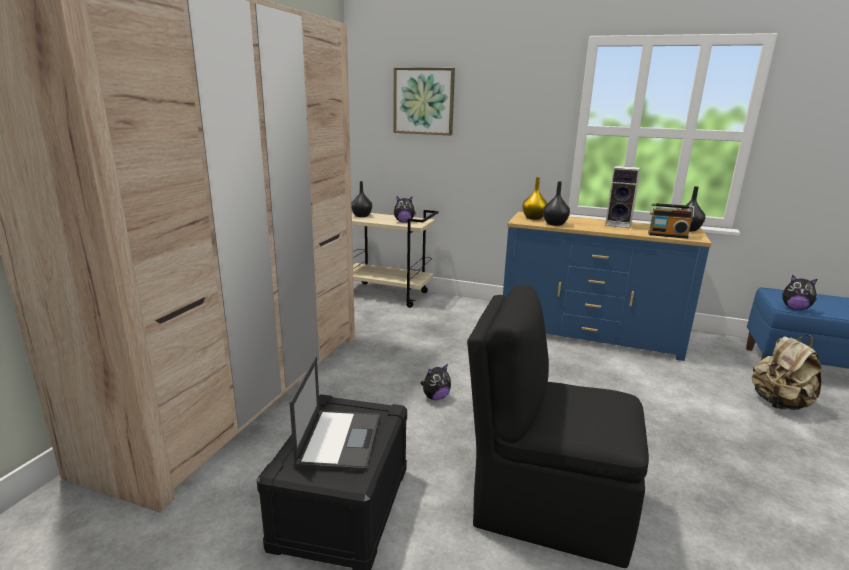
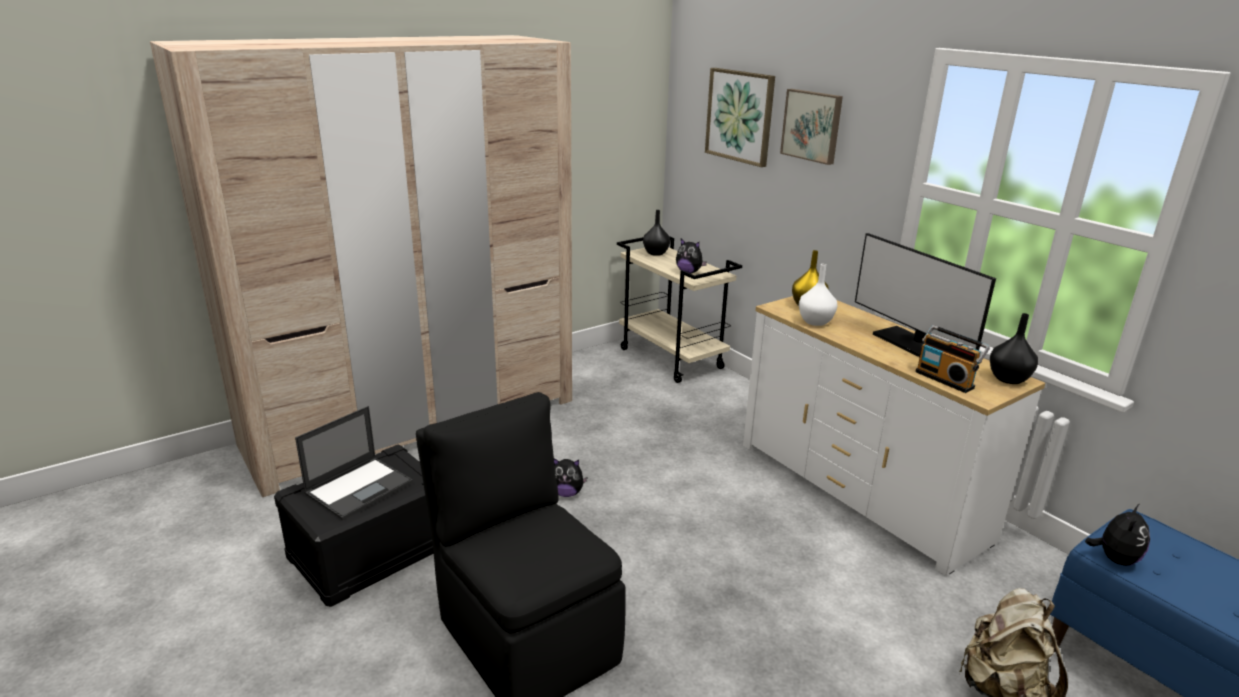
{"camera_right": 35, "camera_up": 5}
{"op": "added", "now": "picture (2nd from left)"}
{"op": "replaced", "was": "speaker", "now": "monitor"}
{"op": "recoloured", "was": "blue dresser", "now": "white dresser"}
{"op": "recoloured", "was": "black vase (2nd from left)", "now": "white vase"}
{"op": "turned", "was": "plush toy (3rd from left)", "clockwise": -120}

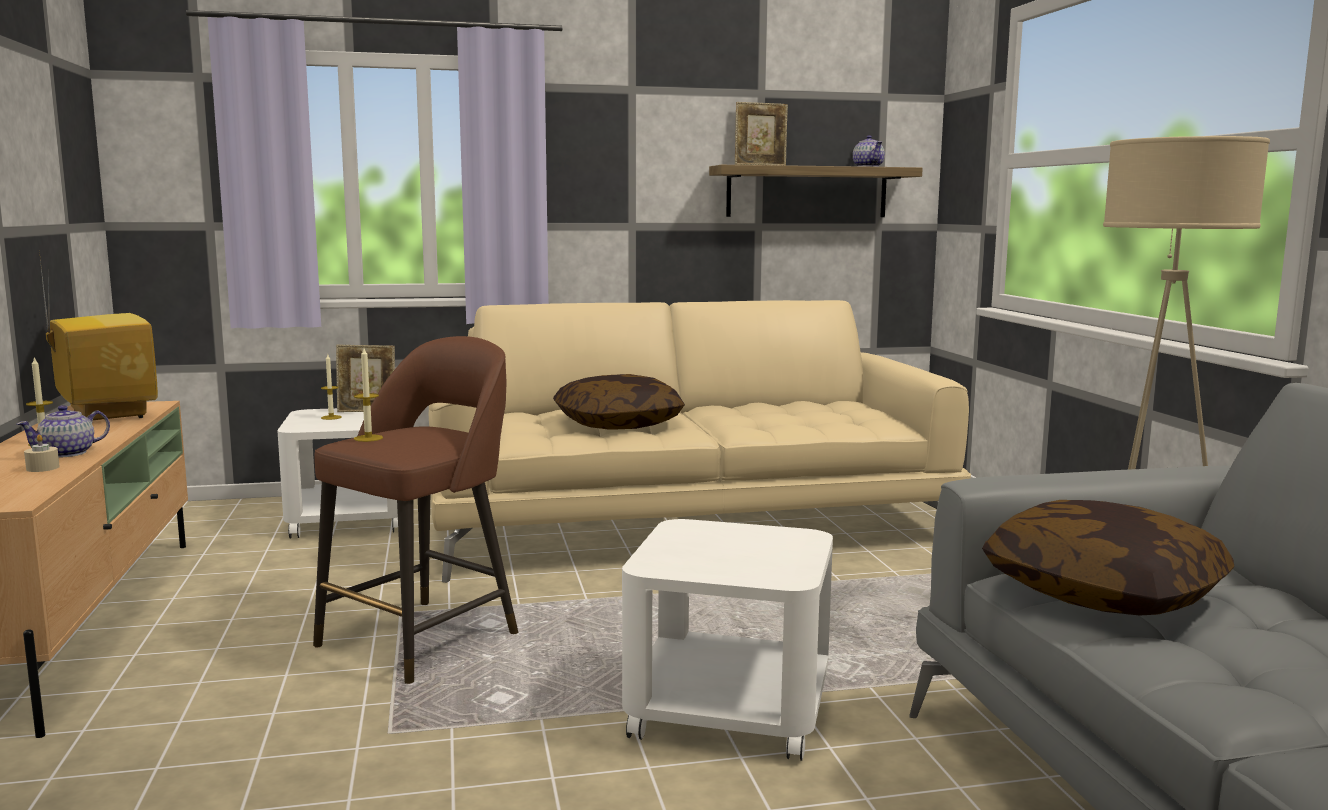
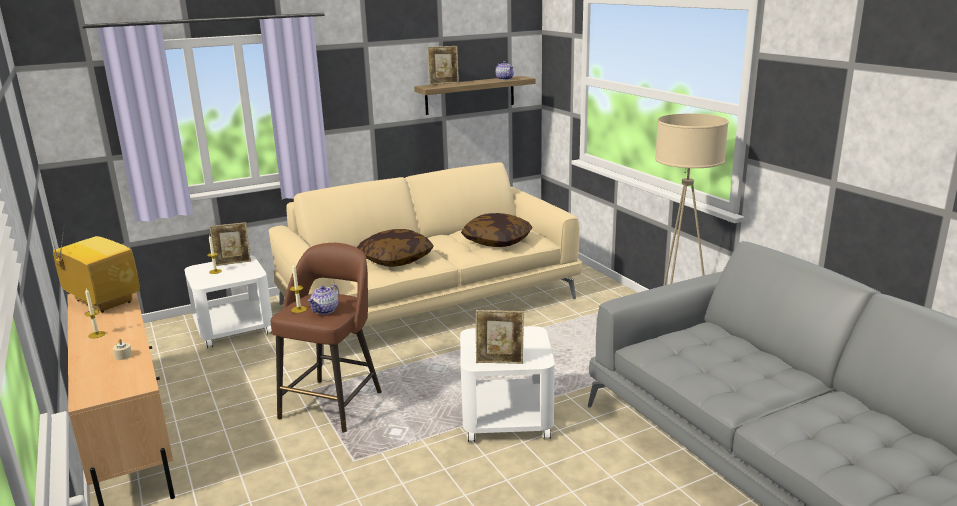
{"camera_right": -15, "camera_up": 10}
{"op": "added", "now": "picture frame (3rd from left)"}
{"op": "moved", "was": "teapot (1st from left)"}
{"op": "moved", "was": "pillow (2nd from left)"}

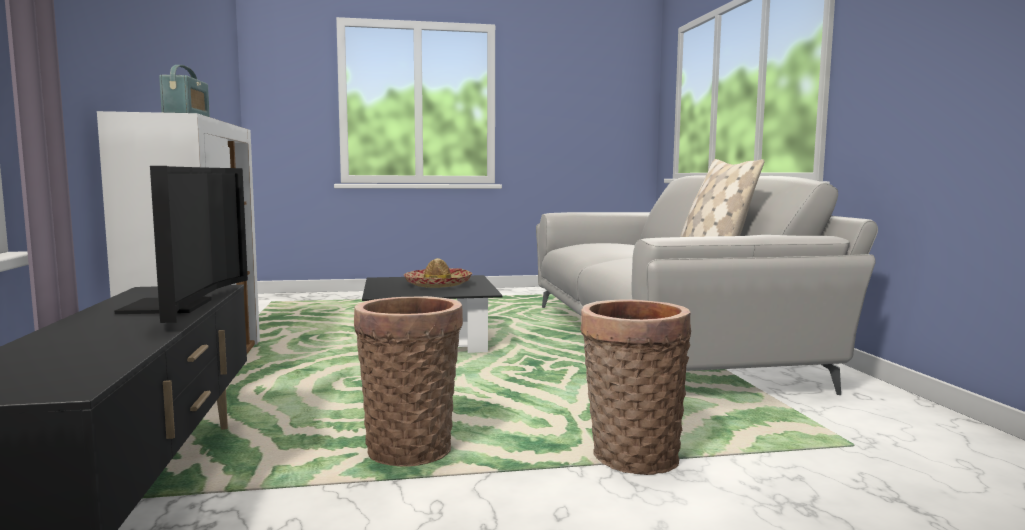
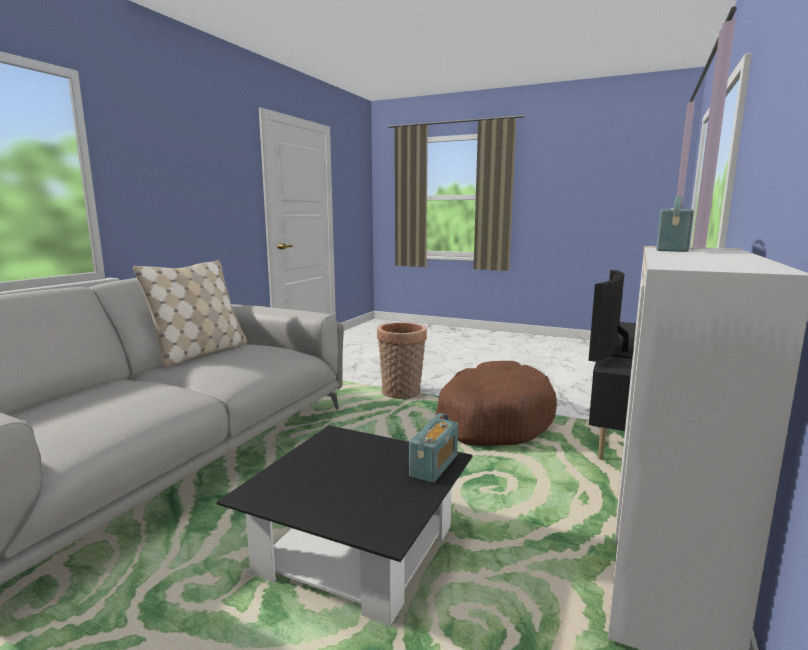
{"camera_right": -145, "camera_up": 5}
{"op": "removed", "was": "hat"}
{"op": "added", "now": "radio (1st from left)"}
{"op": "replaced", "was": "basket (1st from left)", "now": "brown dog bed"}

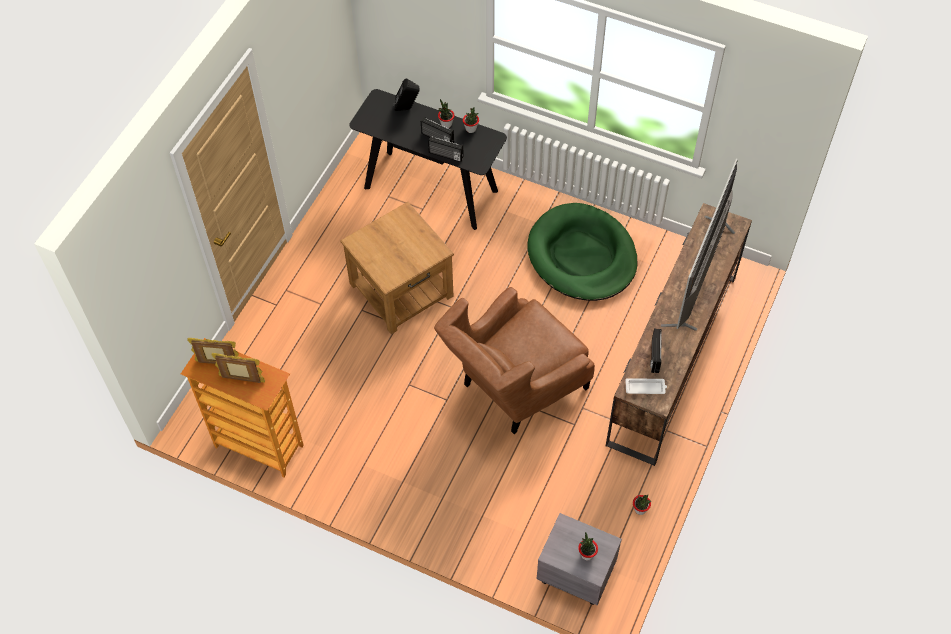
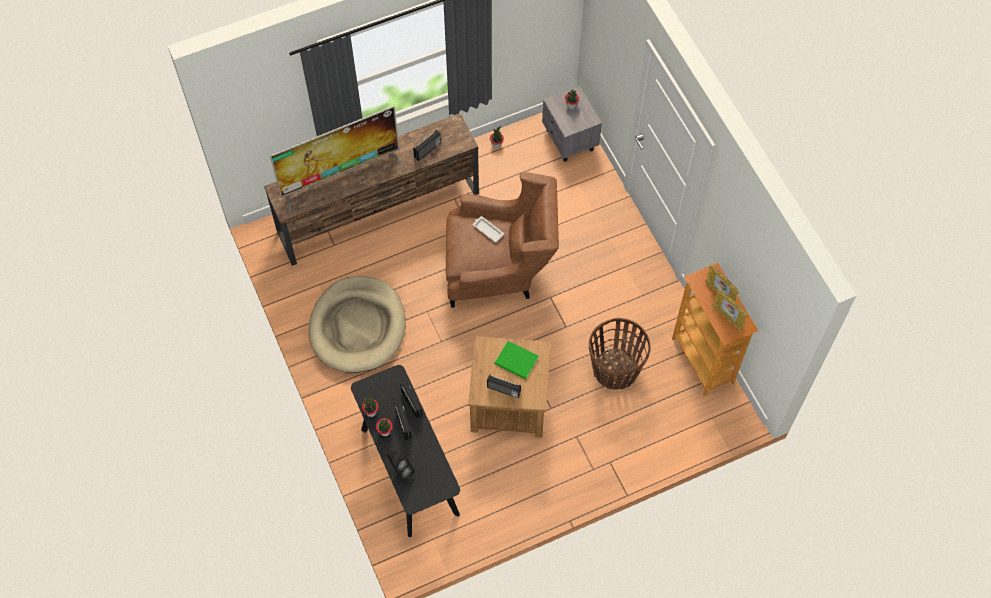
{"camera_right": -140, "camera_up": 5}
{"op": "added", "now": "radio (4th from left)"}
{"op": "added", "now": "green book"}
{"op": "added", "now": "basket"}
{"op": "moved", "was": "white tray"}
{"op": "recoloured", "was": "green dog bed", "now": "beige dog bed"}

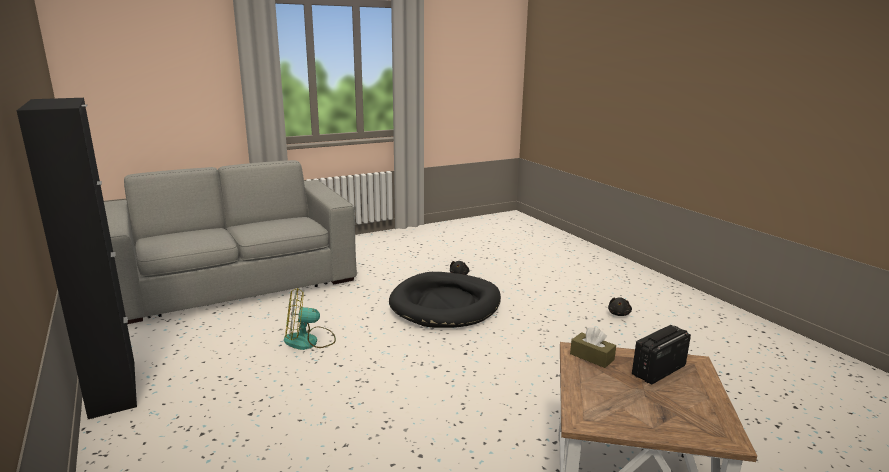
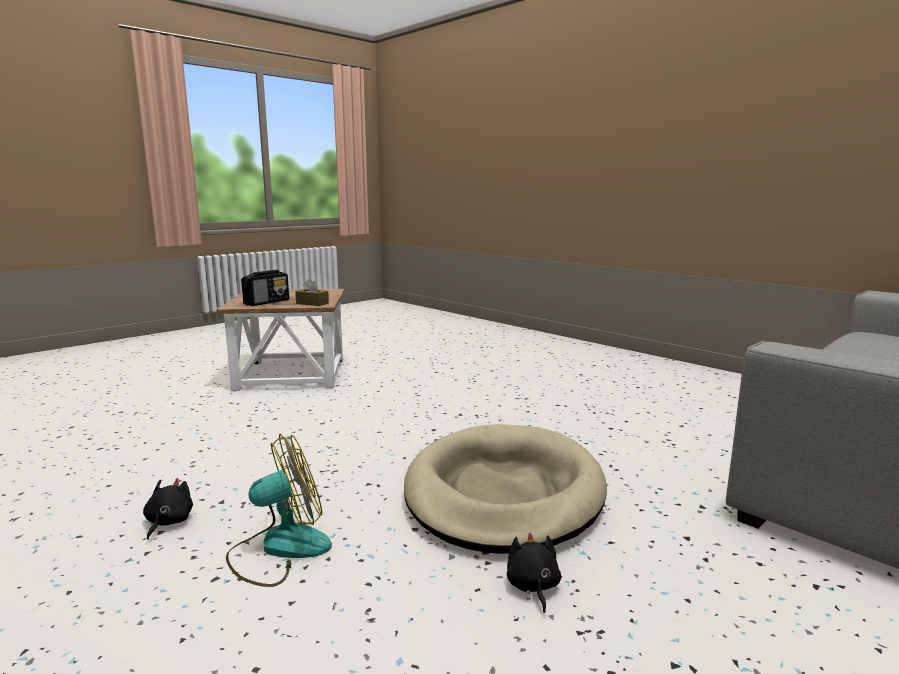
{"camera_right": 165, "camera_up": -5}
{"op": "removed", "was": "black cabinet"}
{"op": "moved", "was": "fan"}
{"op": "recoloured", "was": "black dog bed", "now": "beige dog bed"}

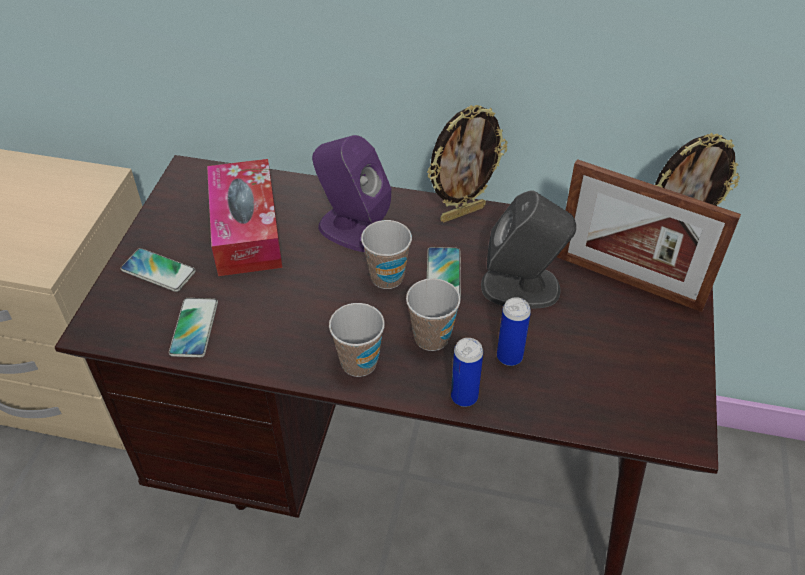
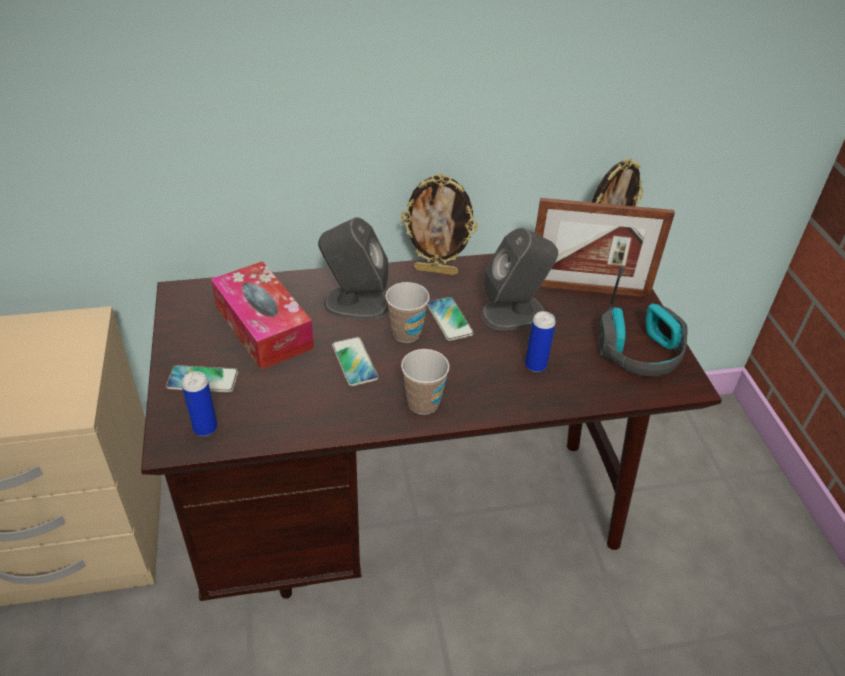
{"camera_right": -25, "camera_up": -5}
{"op": "removed", "was": "cup (3rd from left)"}
{"op": "added", "now": "headphones"}
{"op": "moved", "was": "phone (2nd from left)"}
{"op": "moved", "was": "can (1st from left)"}
{"op": "recoloured", "was": "purple speaker", "now": "grey speaker (1st from left)"}
{"op": "turned", "was": "picture frame (1st from left)", "clockwise": 60}

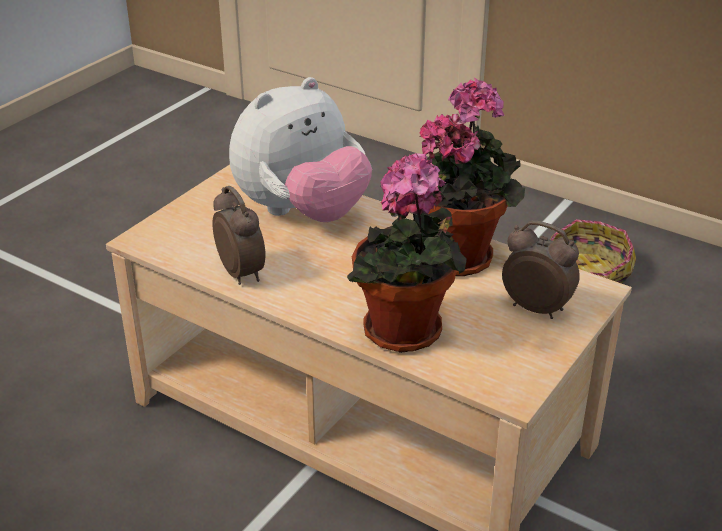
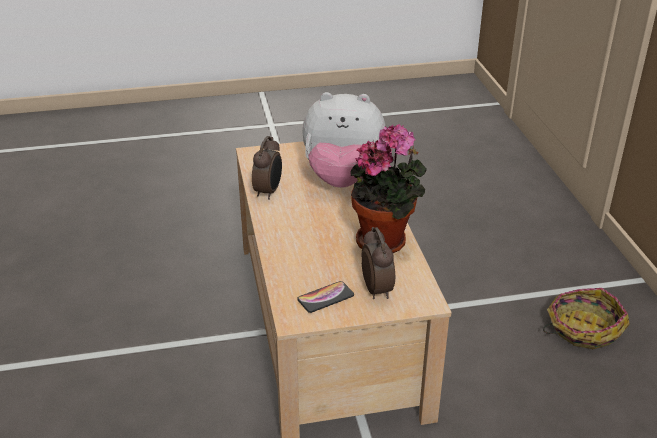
{"camera_right": 45, "camera_up": 0}
{"op": "removed", "was": "potted plant (1st from left)"}
{"op": "added", "now": "phone"}

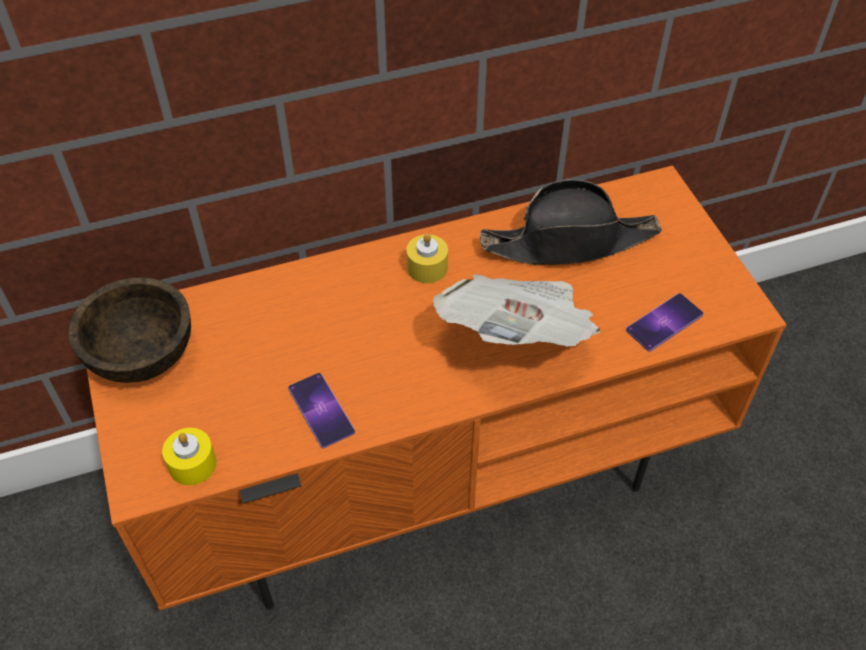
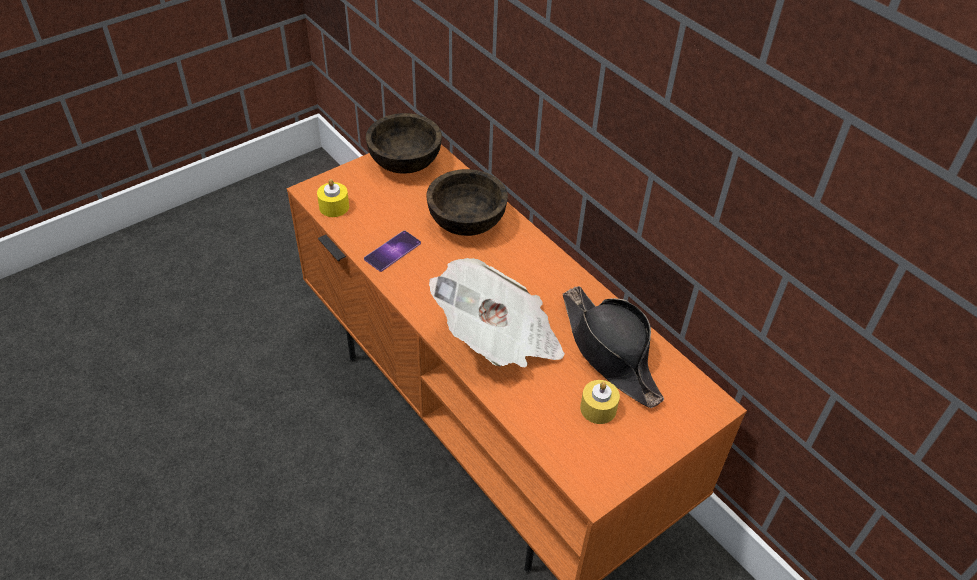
{"camera_right": 70, "camera_up": -5}
{"op": "removed", "was": "phone (2nd from left)"}
{"op": "added", "now": "brown bowl (2nd from left)"}
{"op": "moved", "was": "yellow candle (2nd from left)"}

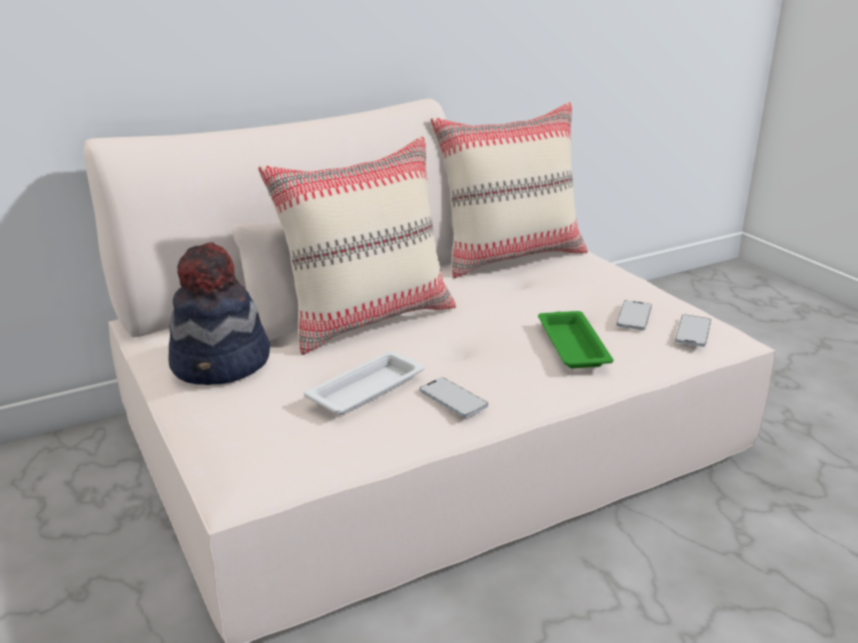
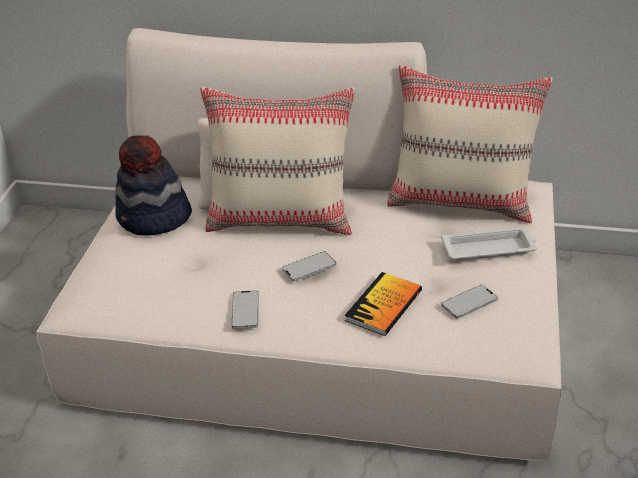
{"camera_right": 40, "camera_up": 10}
{"op": "moved", "was": "white tray"}
{"op": "moved", "was": "phone (3rd from left in the first image)", "now": "phone (2nd from left)"}
{"op": "replaced", "was": "green tray", "now": "book"}

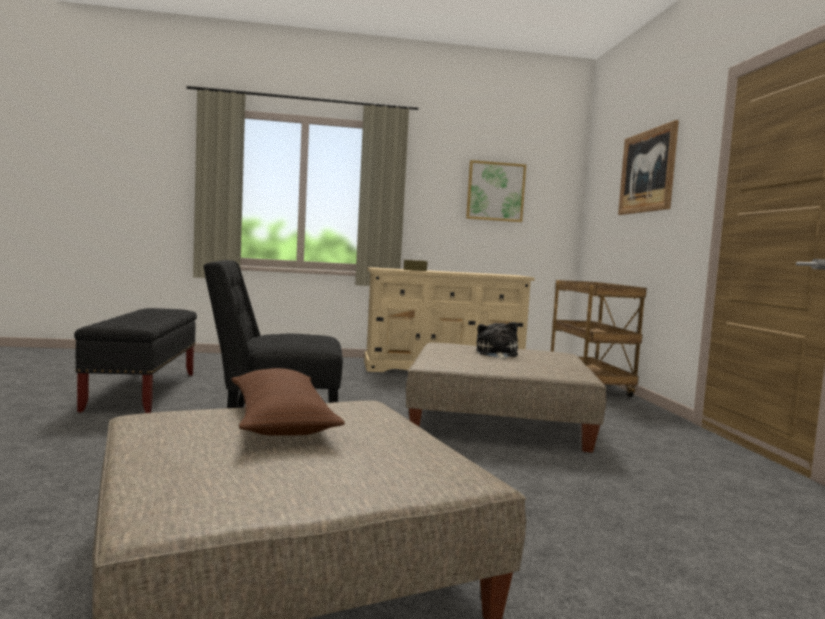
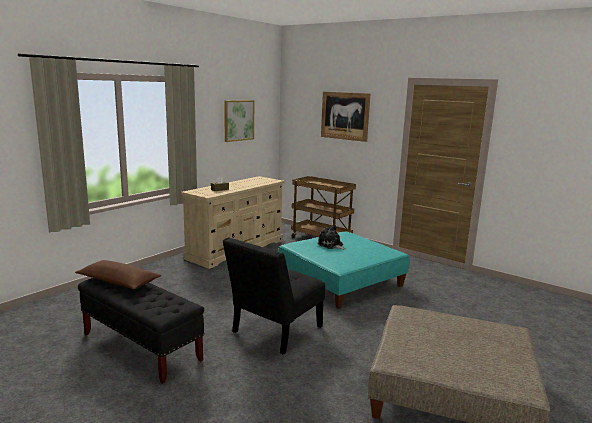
{"camera_right": -45, "camera_up": 10}
{"op": "moved", "was": "brown pillow"}
{"op": "recoloured", "was": "beige ottoman (2nd from left)", "now": "turquoise ottoman"}

